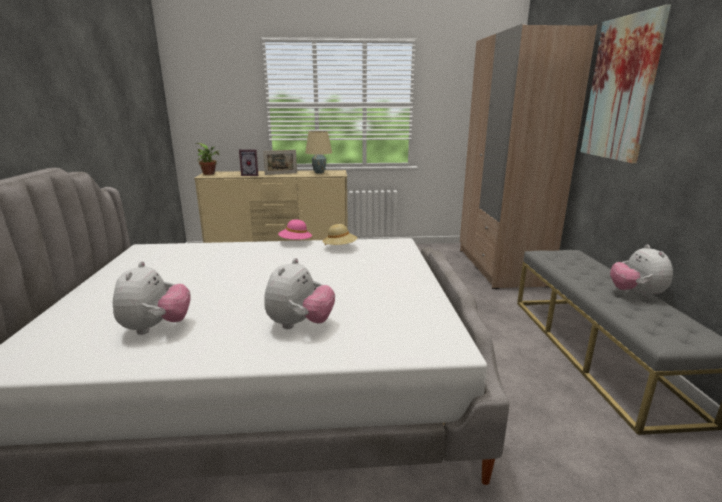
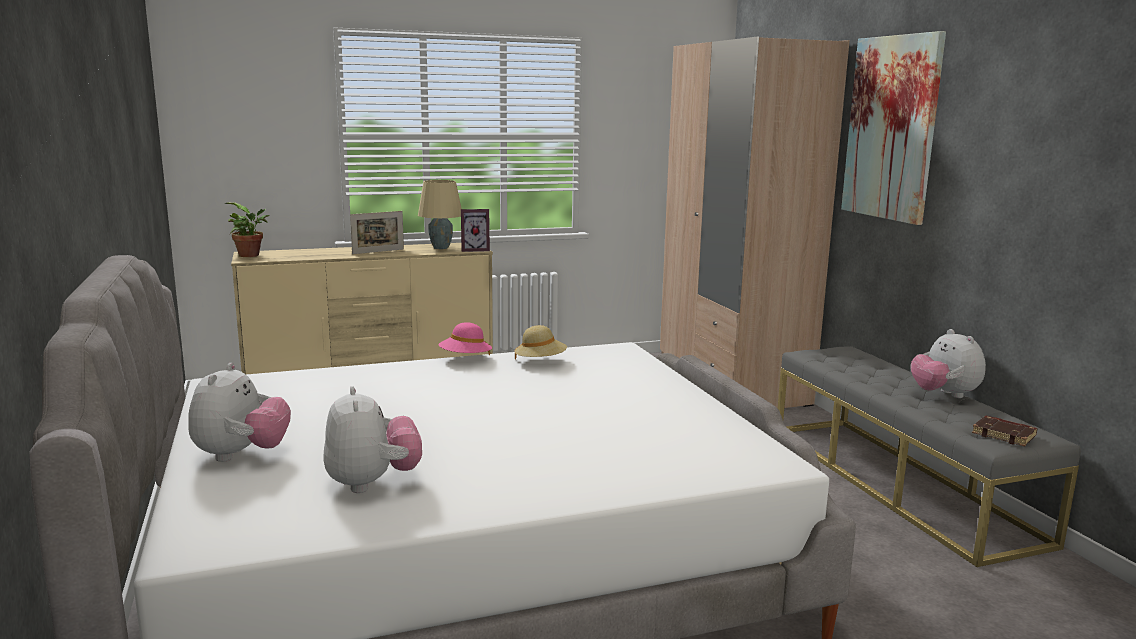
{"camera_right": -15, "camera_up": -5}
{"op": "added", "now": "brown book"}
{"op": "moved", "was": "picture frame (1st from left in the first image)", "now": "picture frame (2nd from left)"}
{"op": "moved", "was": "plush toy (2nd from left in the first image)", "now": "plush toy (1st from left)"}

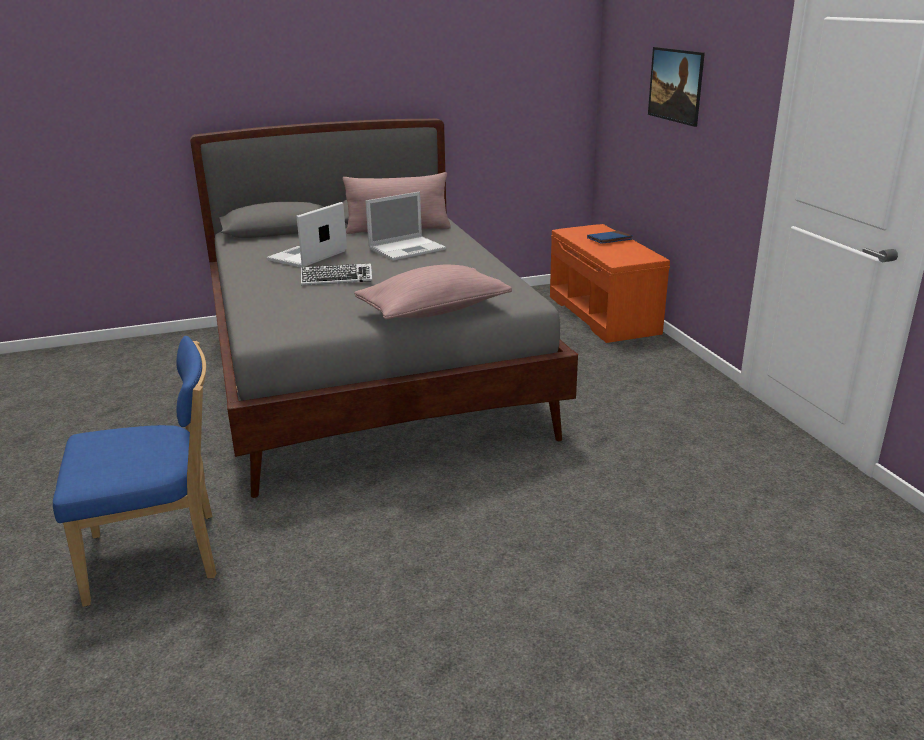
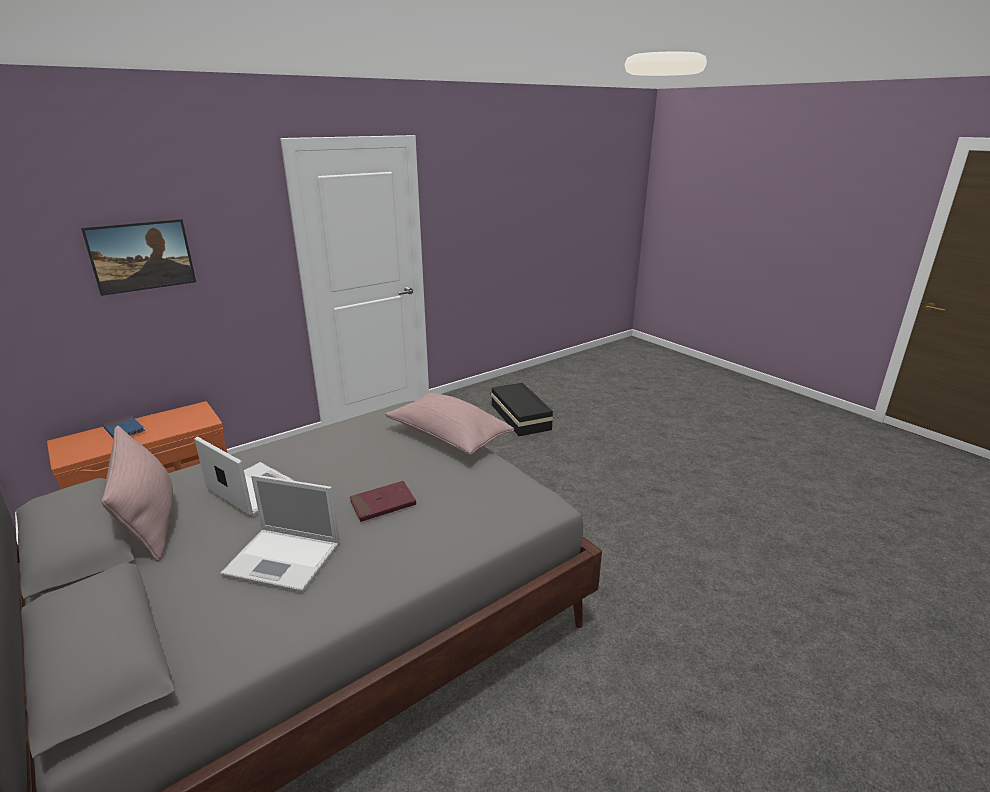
{"camera_right": -110, "camera_up": 0}
{"op": "removed", "was": "blue chair"}
{"op": "added", "now": "black storage box"}
{"op": "replaced", "was": "keyboard", "now": "red book"}

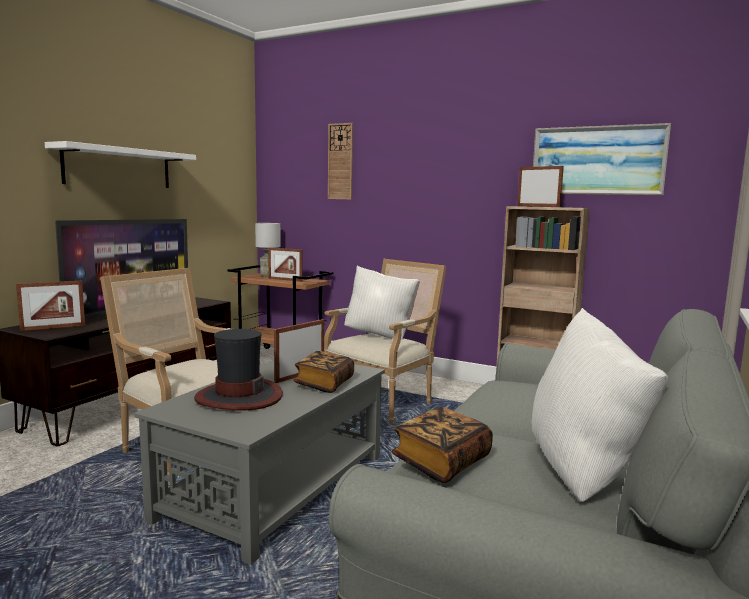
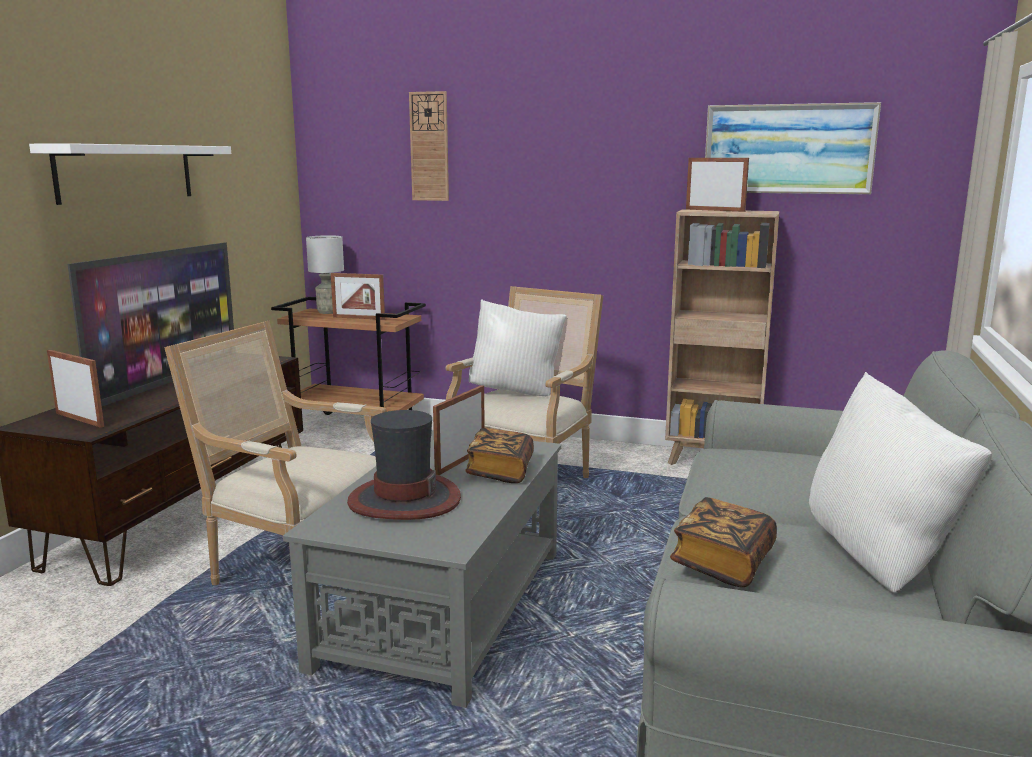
{"camera_right": -10, "camera_up": 5}
{"op": "turned", "was": "picture frame (1st from left)", "clockwise": -105}

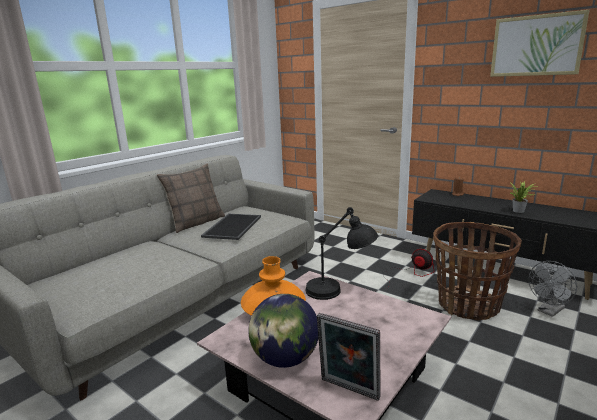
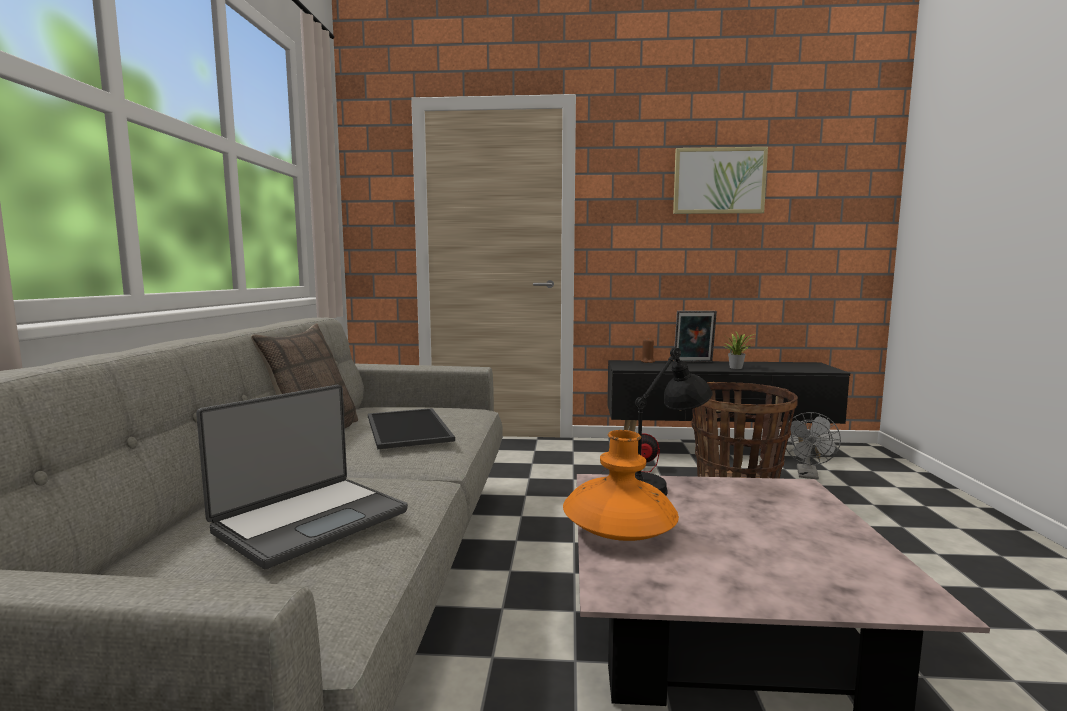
{"camera_right": -35, "camera_up": -10}
{"op": "removed", "was": "globe"}
{"op": "added", "now": "laptop"}
{"op": "moved", "was": "picture frame"}

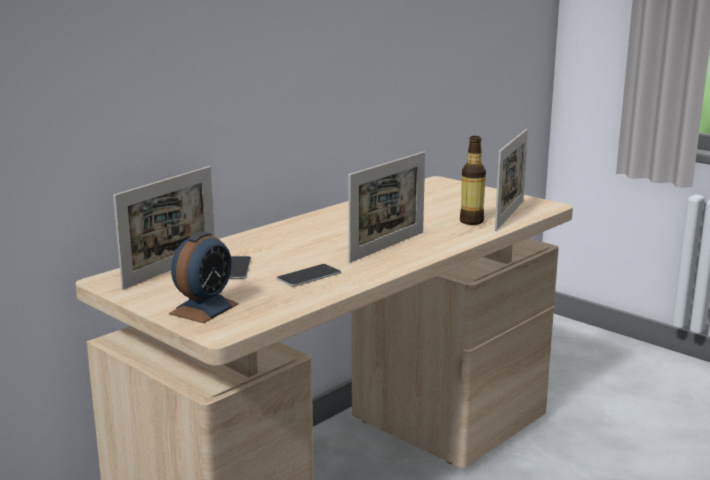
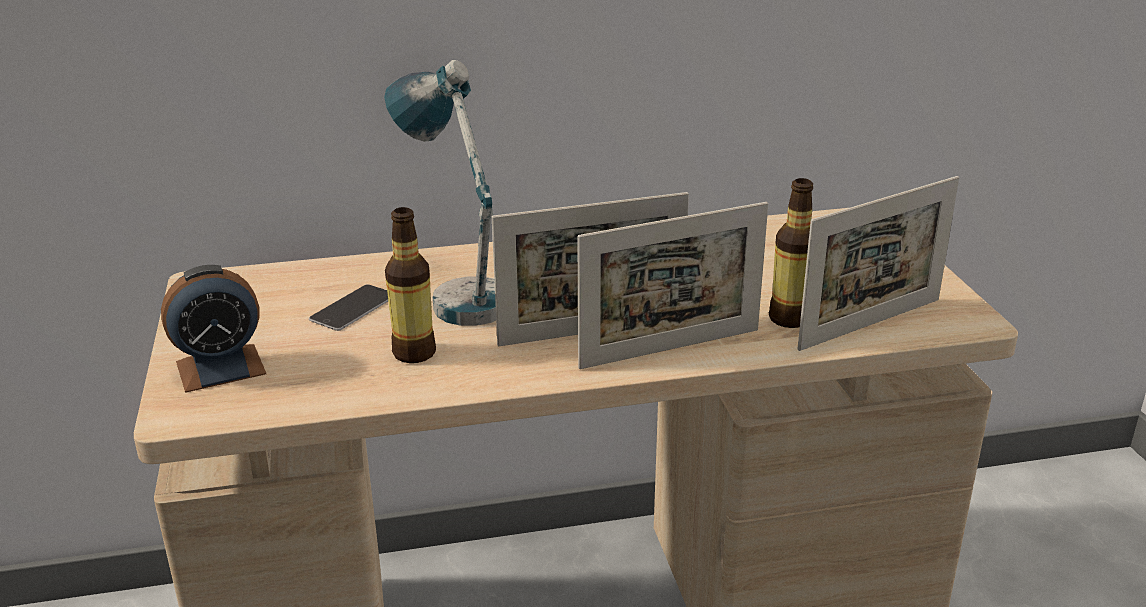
{"camera_right": 35, "camera_up": 10}
{"op": "added", "now": "table lamp"}
{"op": "moved", "was": "picture frame (1st from left in the first image)", "now": "picture frame (2nd from left)"}
{"op": "replaced", "was": "phone (2nd from left)", "now": "bottle (1st from left)"}

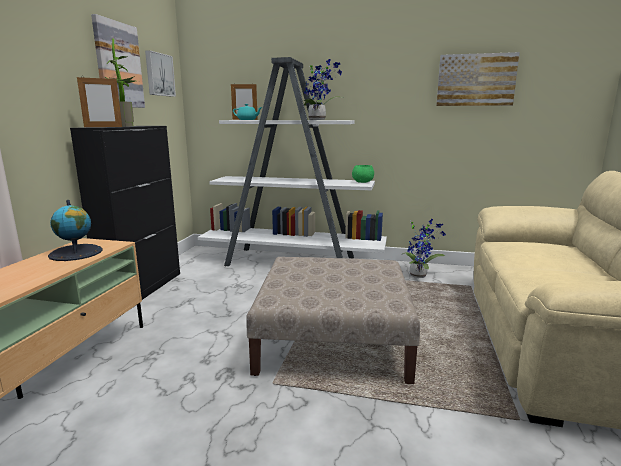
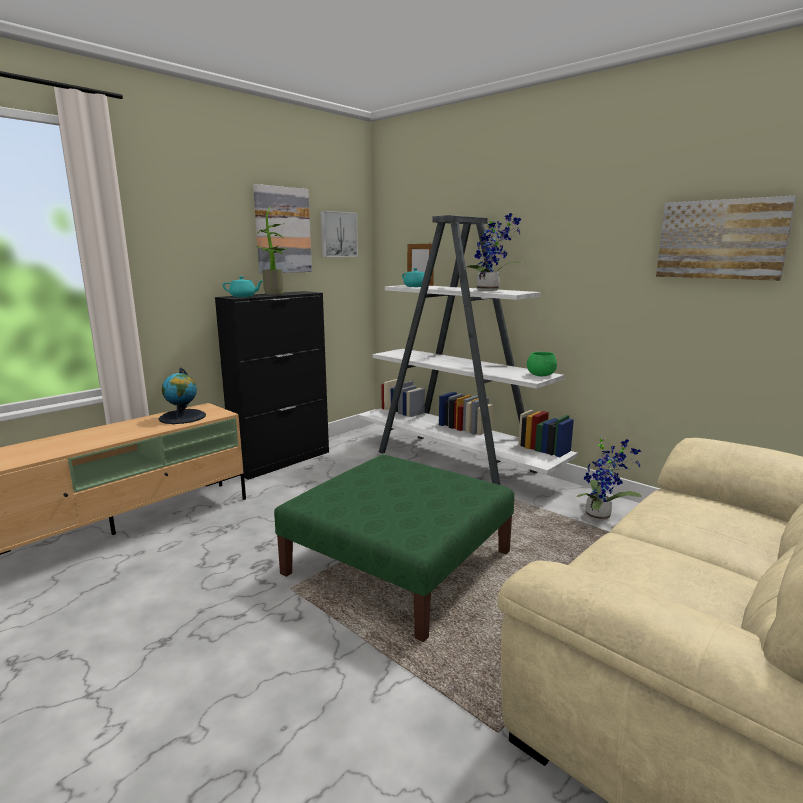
{"camera_right": 30, "camera_up": 0}
{"op": "replaced", "was": "picture frame (1st from left)", "now": "turquoise teapot (1st from left)"}
{"op": "recoloured", "was": "beige ottoman", "now": "green ottoman"}

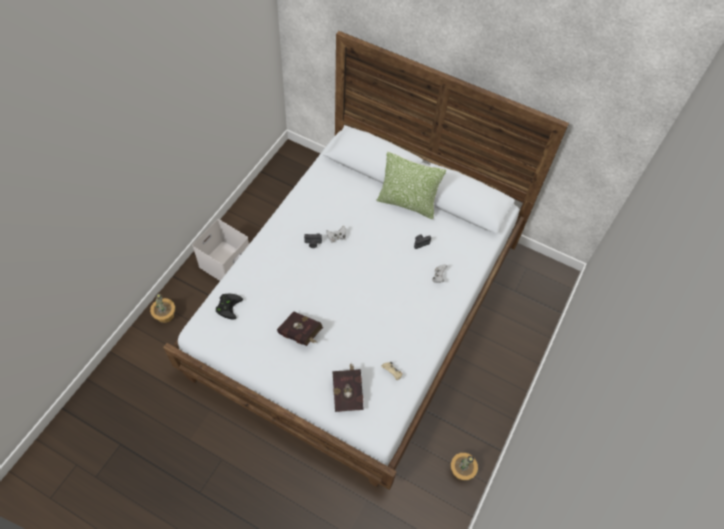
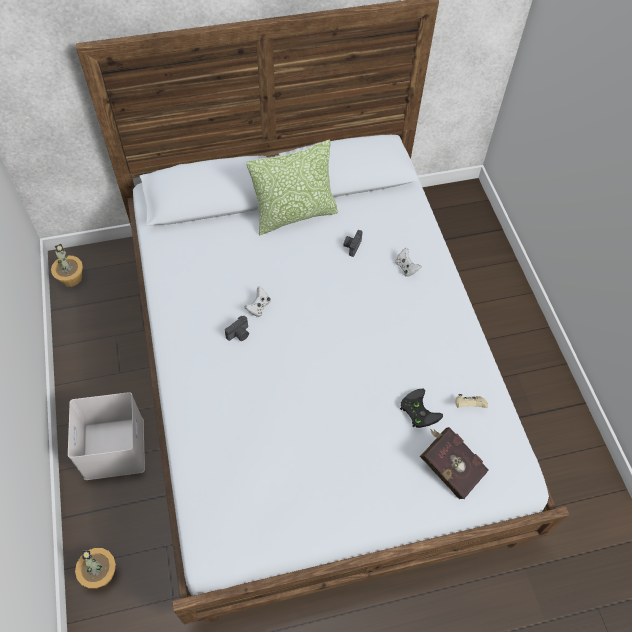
{"camera_right": -40, "camera_up": 0}
{"op": "removed", "was": "red book (1st from left)"}
{"op": "moved", "was": "black game controller"}
{"op": "moved", "was": "potted plant (2nd from left in the first image)", "now": "potted plant (1st from left)"}

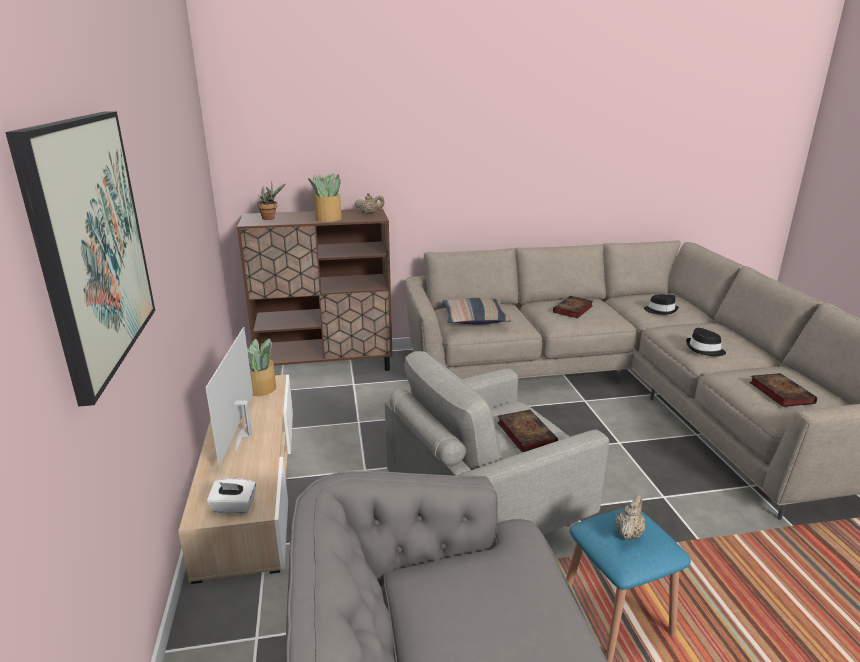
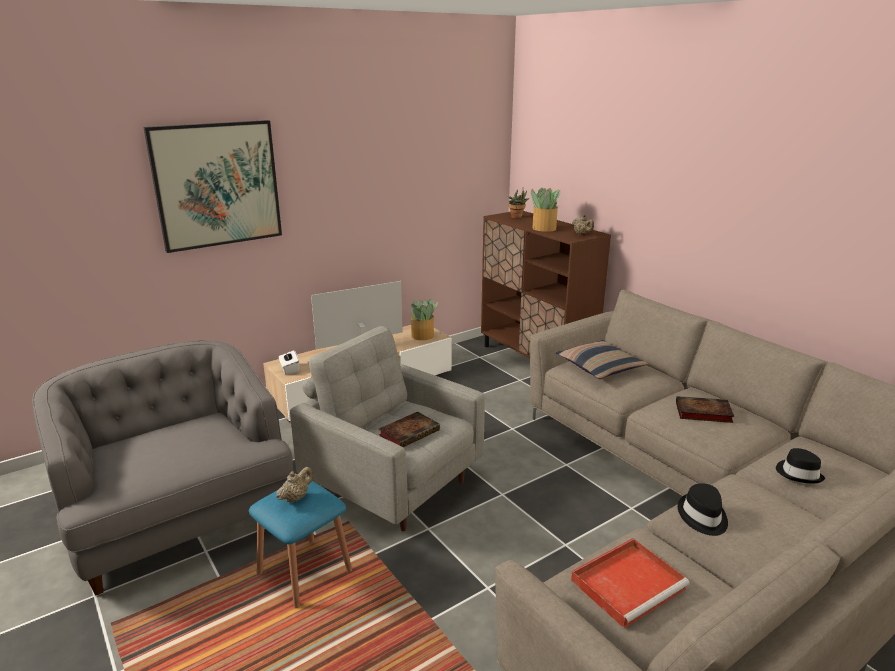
{"camera_right": 65, "camera_up": 0}
{"op": "replaced", "was": "book (3rd from left)", "now": "red tray"}
{"op": "turned", "was": "beige teapot (2nd from left in the first image)", "clockwise": -60}

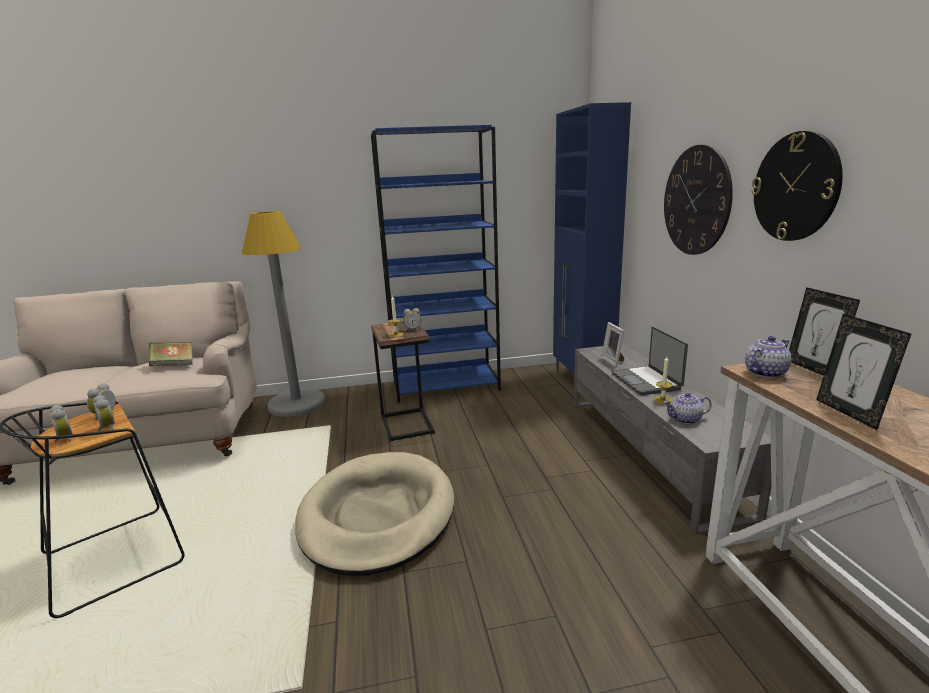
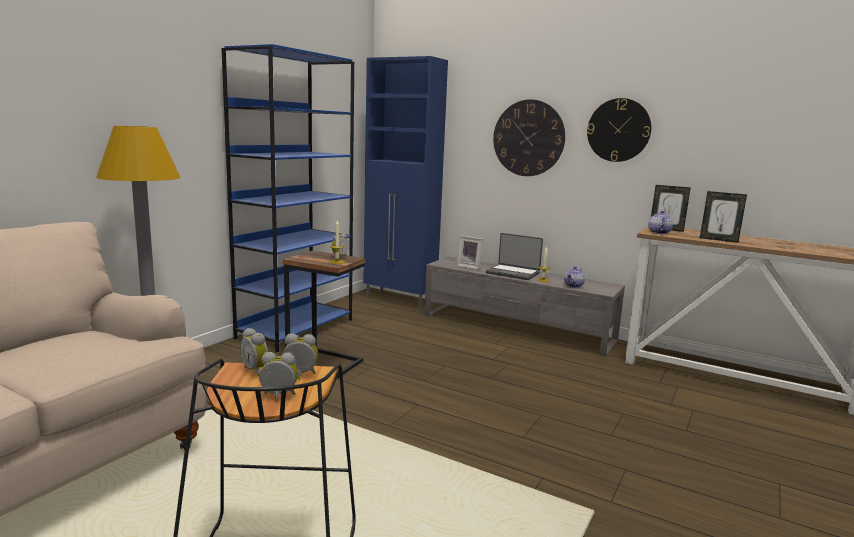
{"camera_right": -50, "camera_up": -5}
{"op": "removed", "was": "book"}
{"op": "removed", "was": "beige dog bed"}

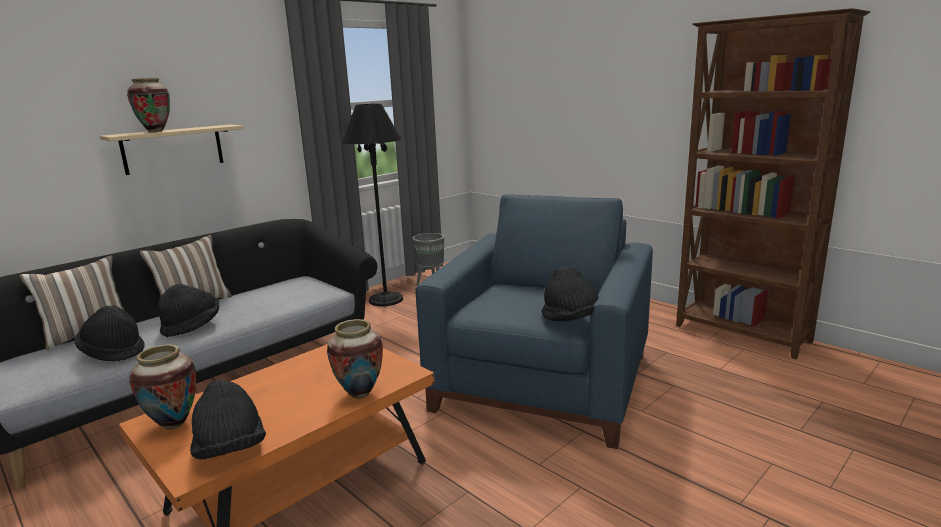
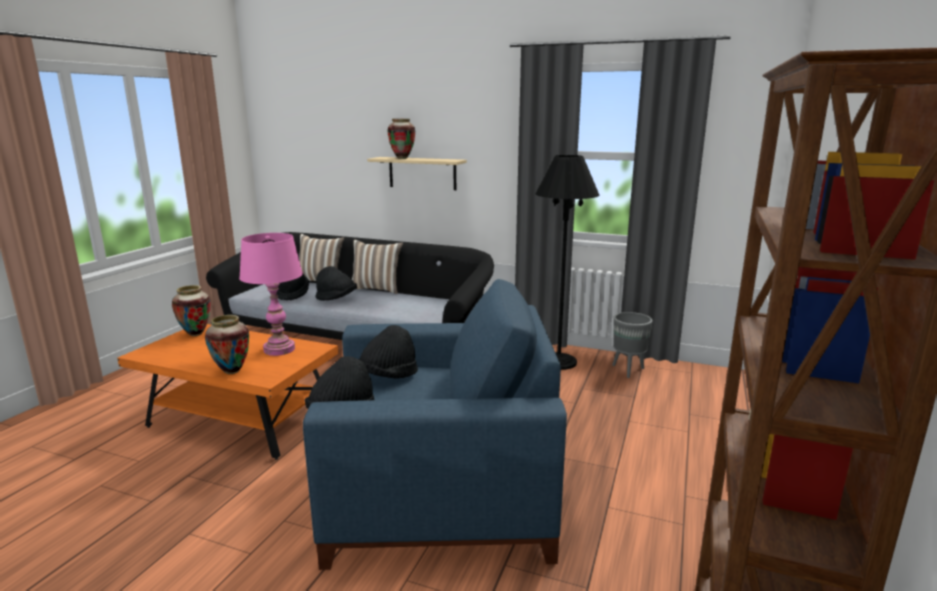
{"camera_right": 65, "camera_up": 0}
{"op": "added", "now": "pink table lamp"}
{"op": "moved", "was": "black hat (3rd from left in the first image)", "now": "black hat (4th from left)"}

